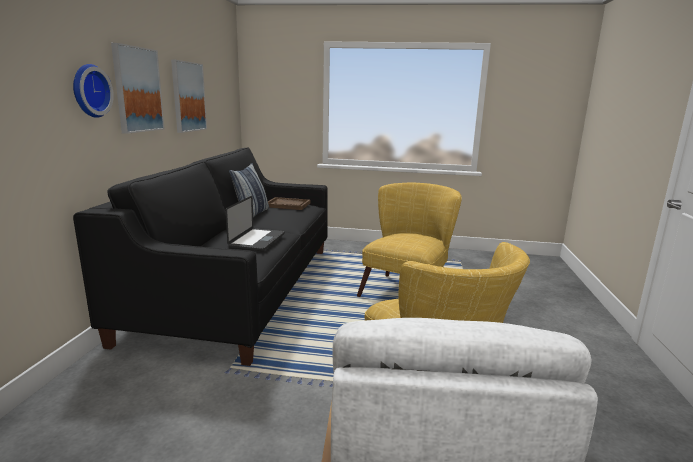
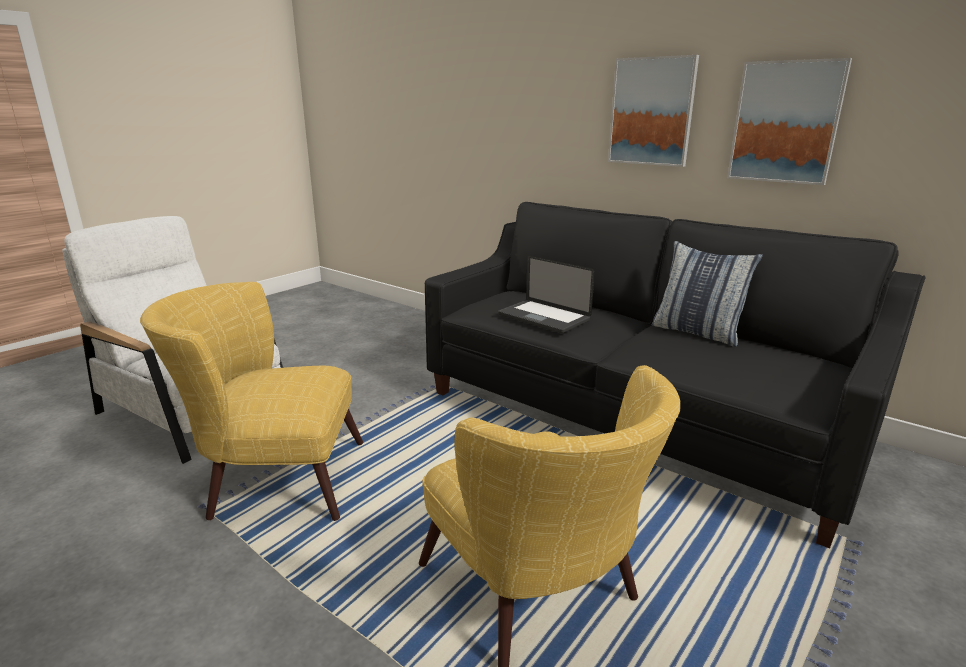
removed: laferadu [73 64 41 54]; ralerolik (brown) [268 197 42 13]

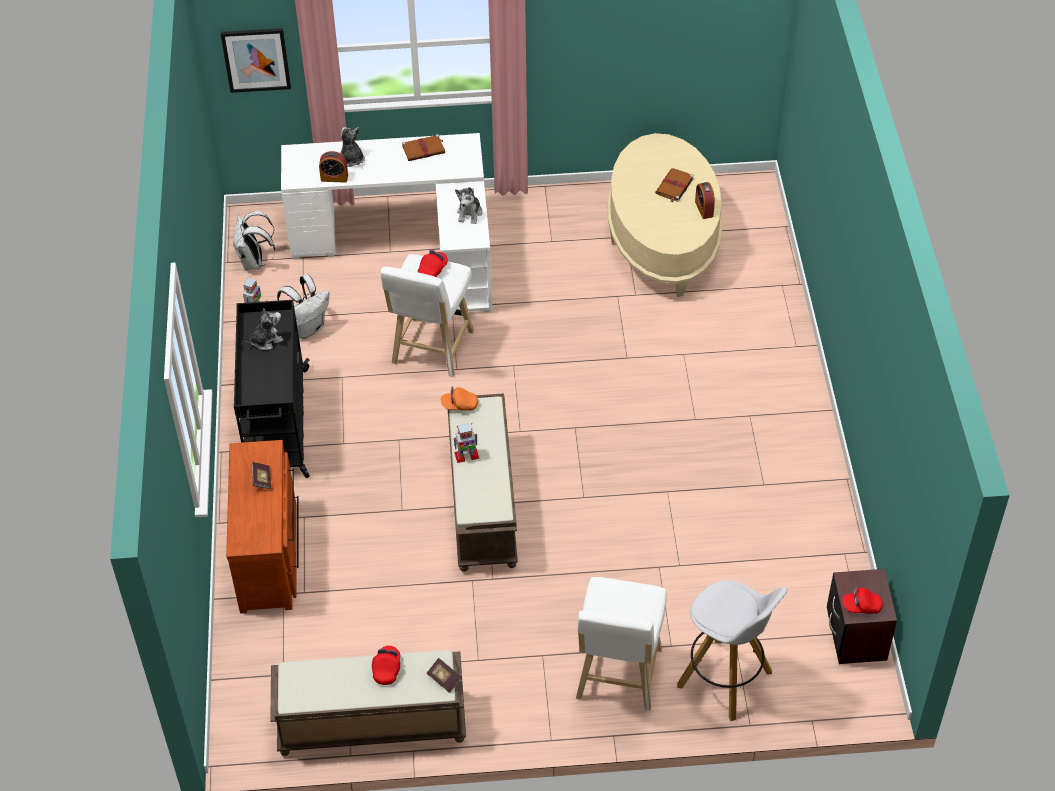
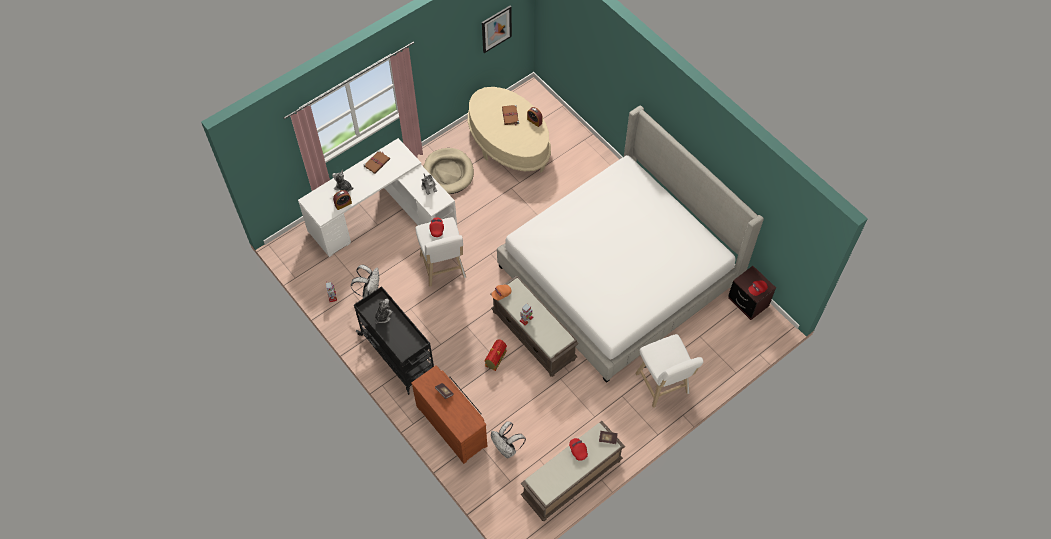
removed: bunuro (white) [677 580 110 141]
added: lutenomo [497 105 267 278]; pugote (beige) [424 148 50 46]; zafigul [484 339 23 32]
moved: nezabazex [221 28 70 65] to [482 6 30 47]; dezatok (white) [233 211 42 59] to [491 421 35 37]

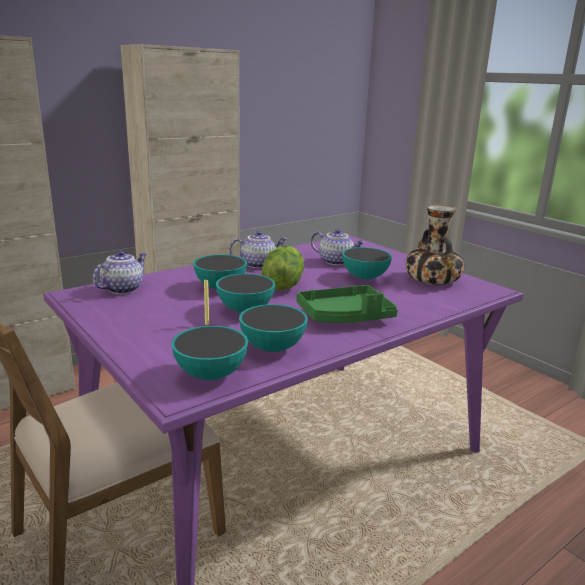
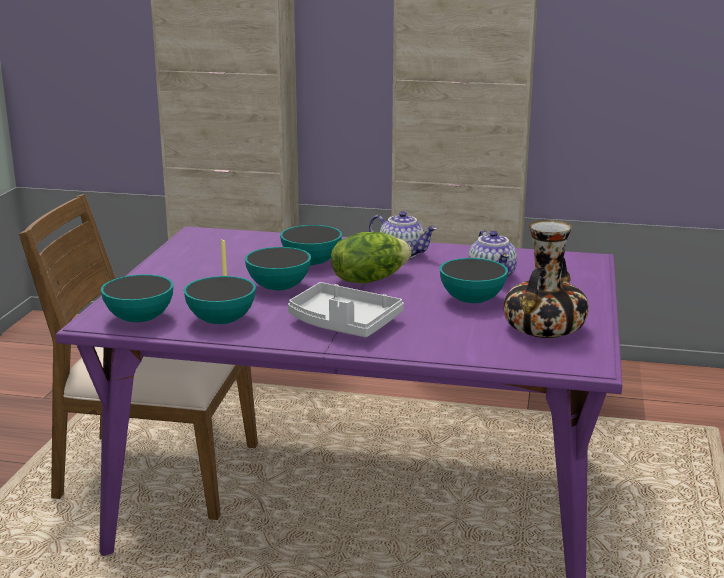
removed: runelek [93 250 54 44]
recoloured: ralerolik (green) [296 285 102 38] to ralerolik (grey) [288 282 116 56]

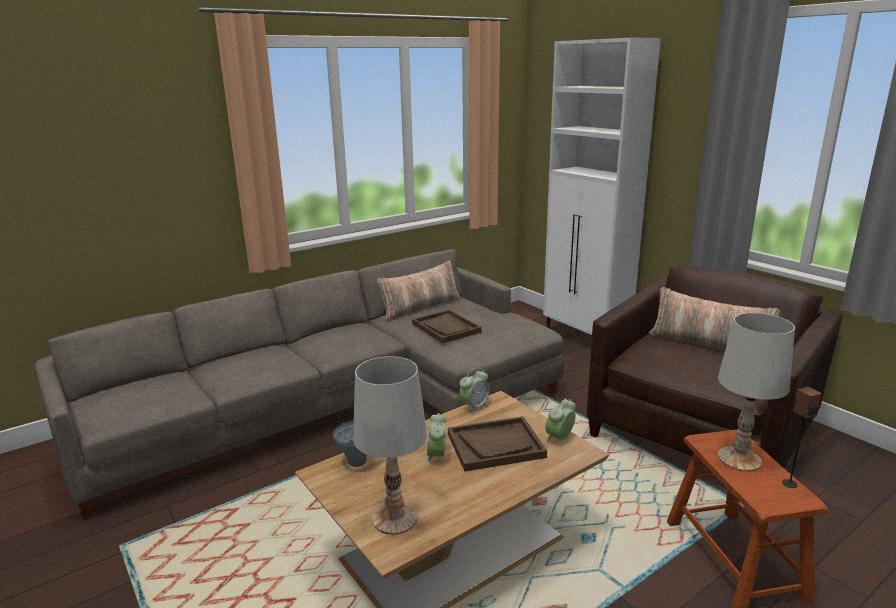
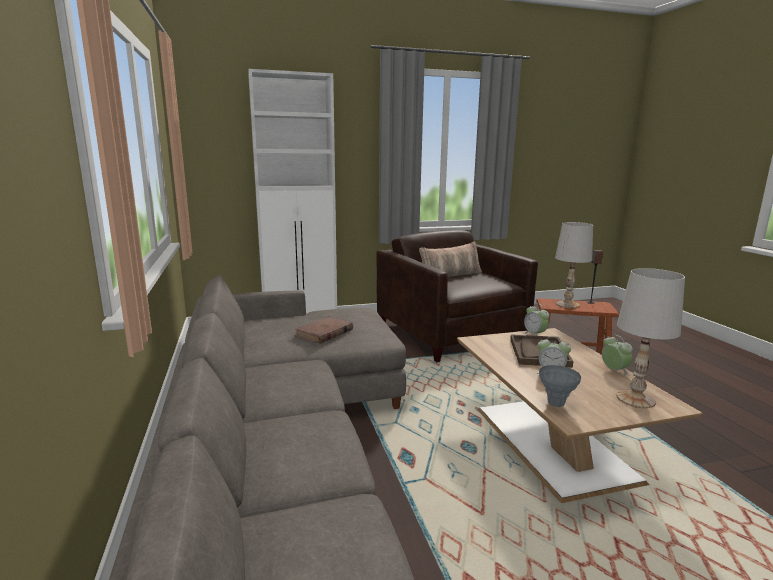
removed: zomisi [377 260 84 62]
moved: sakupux [460 368 30 48] to [602 335 31 40]
replaced: ralerolik (brown) [412 309 70 35] to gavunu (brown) [294 316 59 28]

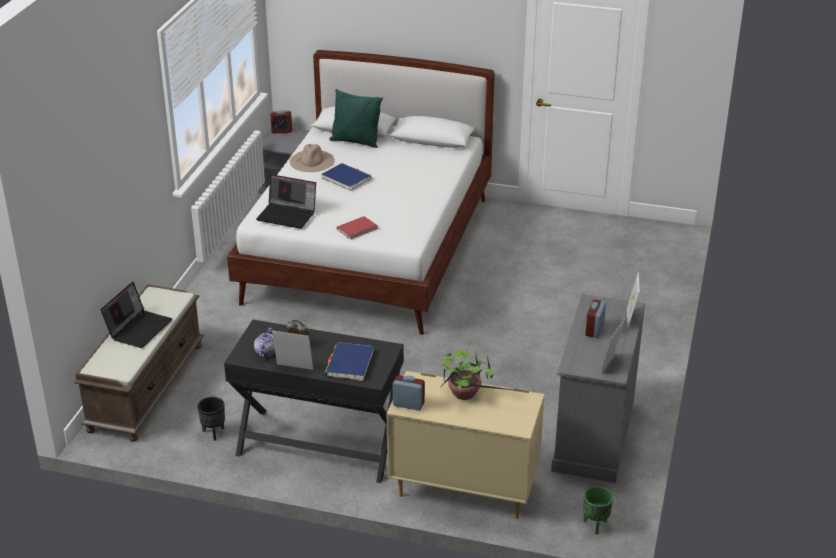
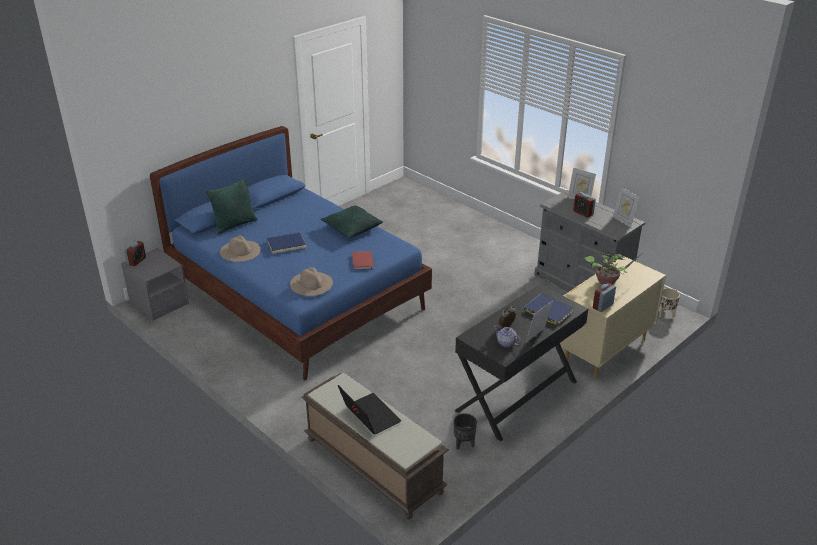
added: zomisi (green) [321 205 62 33]
replaced: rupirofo [256 174 60 55] to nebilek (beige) [290 267 43 29]
recoloured: lutenomo (white) [227 50 268 285] to lutenomo (blue) [150 126 282 254]; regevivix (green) [583 486 30 48] to regevivix (beige) [659 288 21 30]

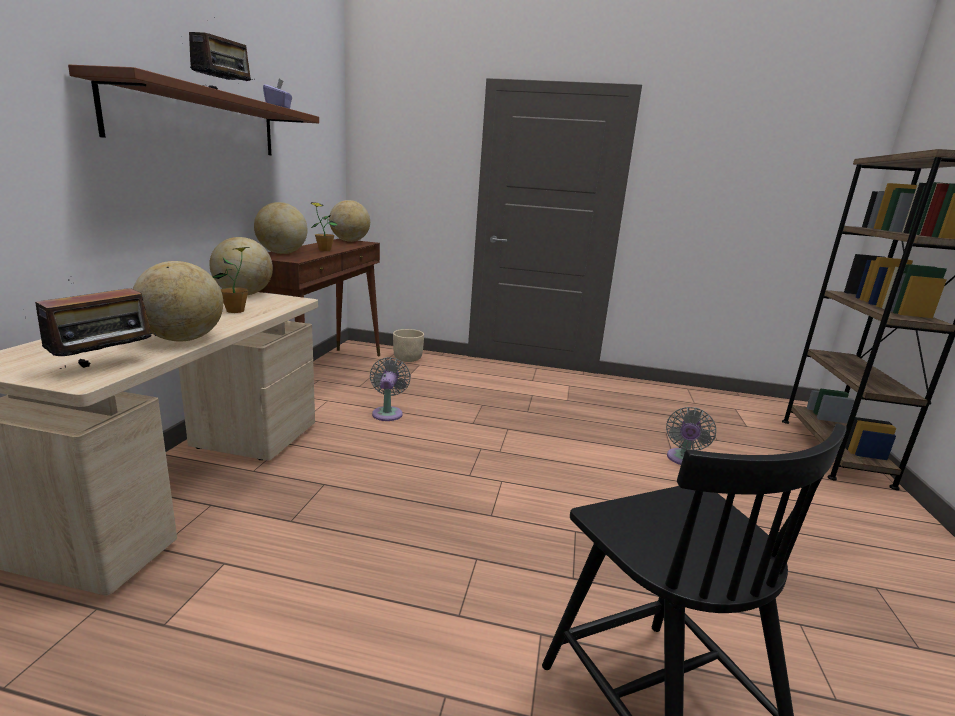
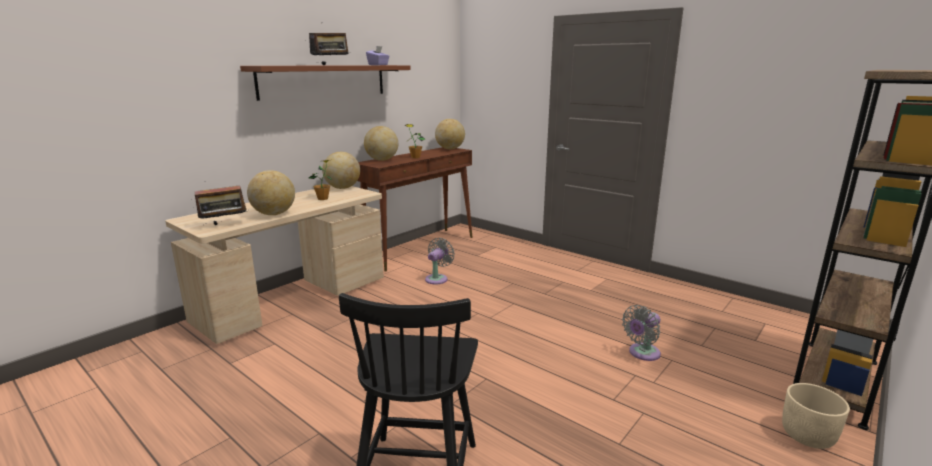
moved: regevivix (beige) [393 329 31 33] to [782 383 68 66]

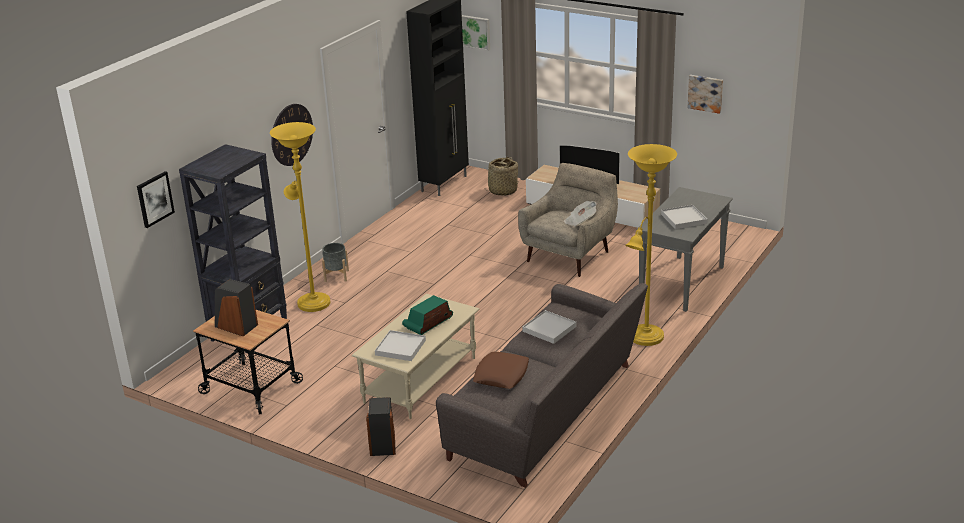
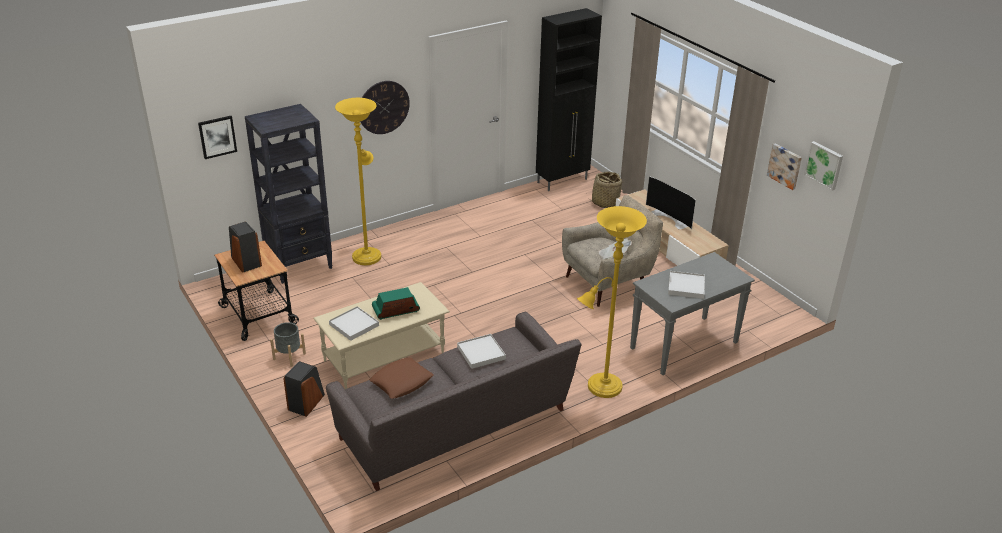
moved: nezabazex [462 15 28 36] to [804 141 39 49]; regevivix (grey) [322 243 27 39] to [270 322 36 45]

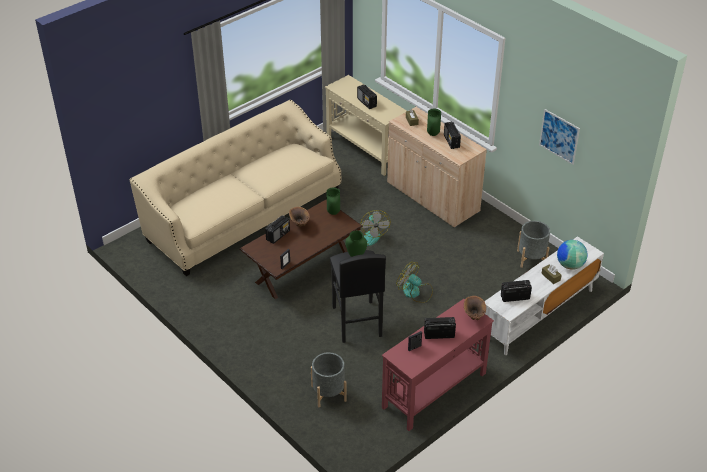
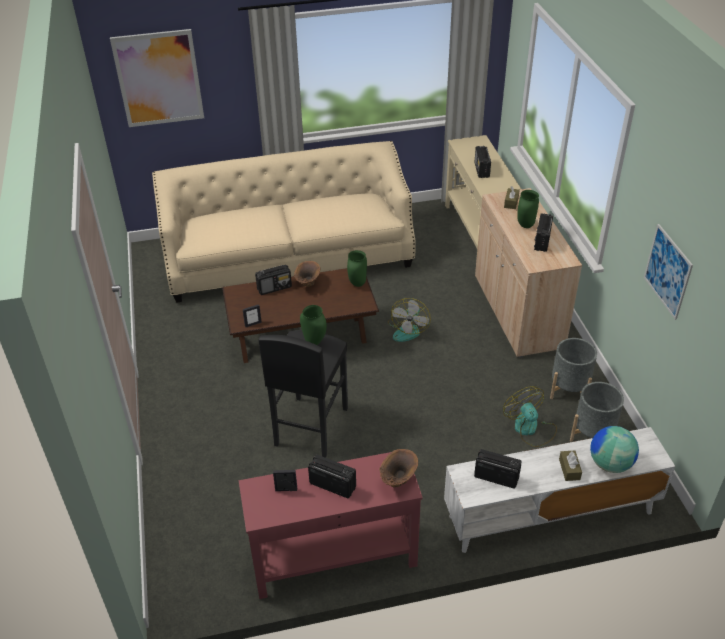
added: nezabazex [110 29 94 98]
moved: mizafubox [396 262 37 41] to [503 386 54 61]; regevivix (grey) [311 352 36 55] to [550 338 47 61]

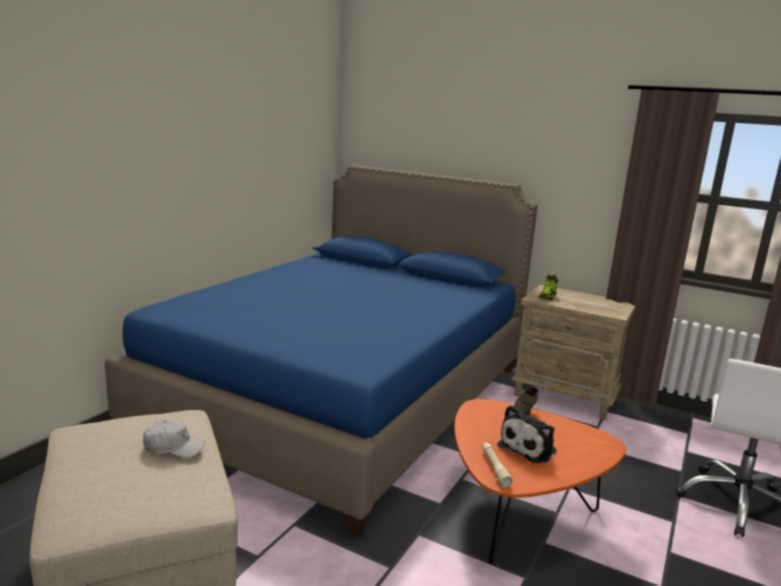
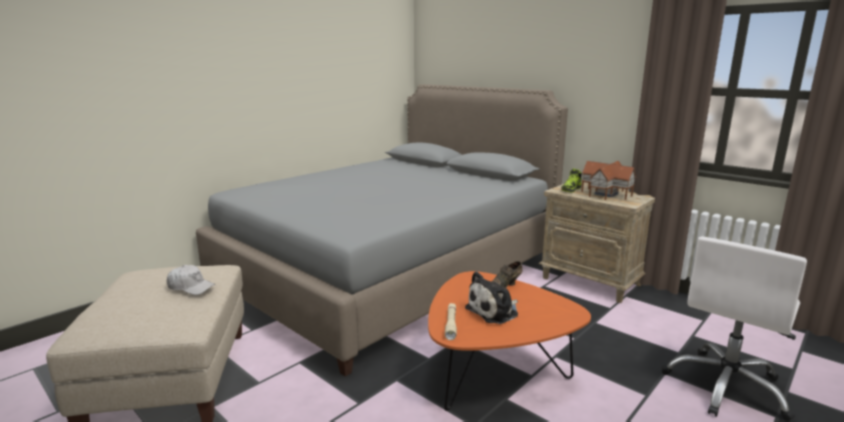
added: zafigul [581 161 56 39]
recoloured: lutenomo (blue) [105 165 433 372] to lutenomo (grey) [196 84 372 293]

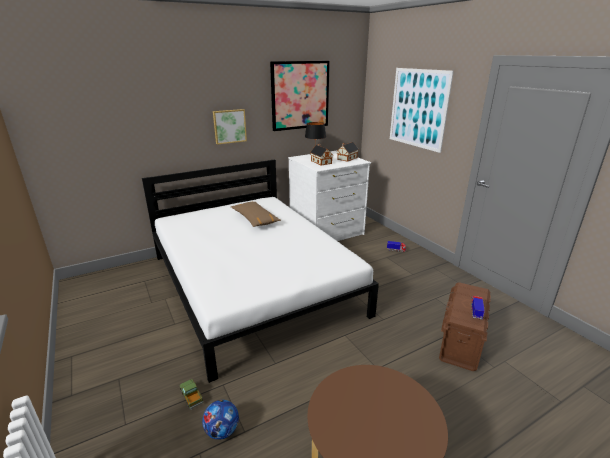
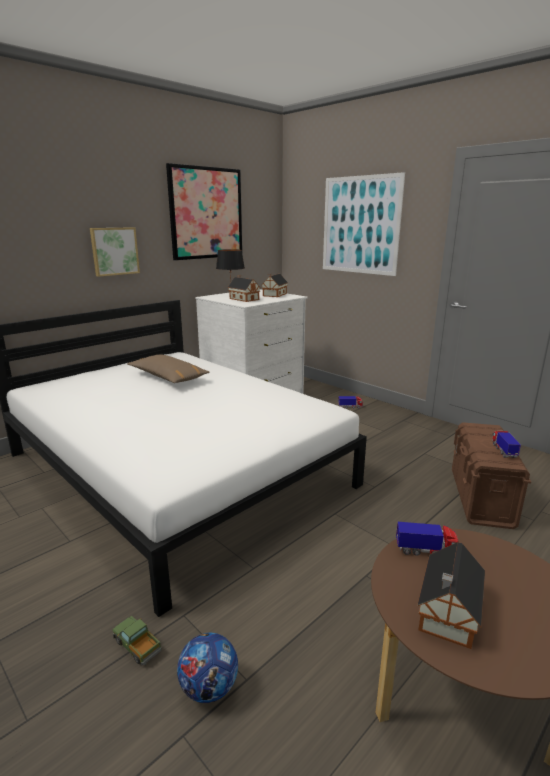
added: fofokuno [396 522 63 34]; zafigul [417 542 68 107]

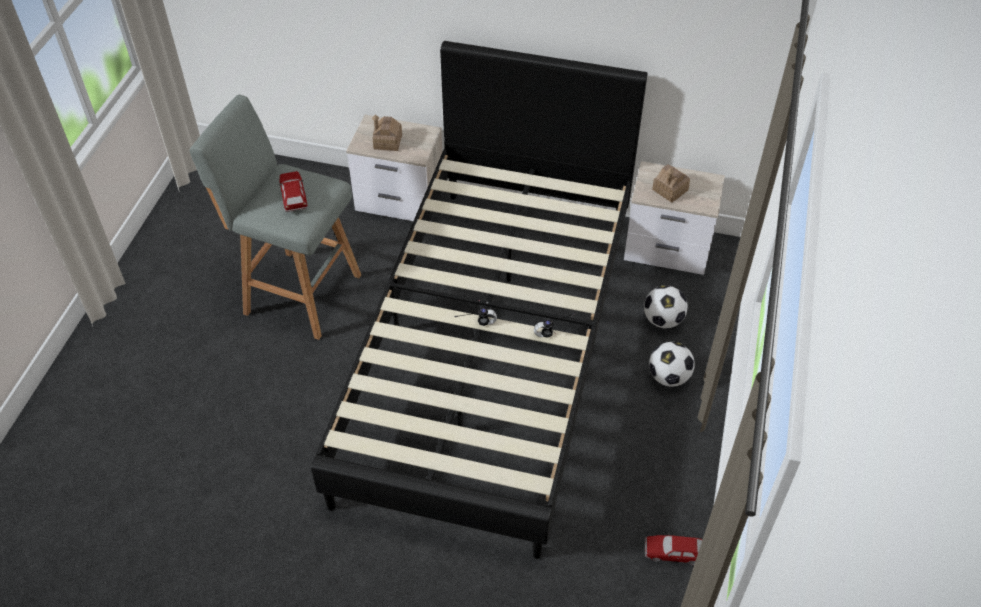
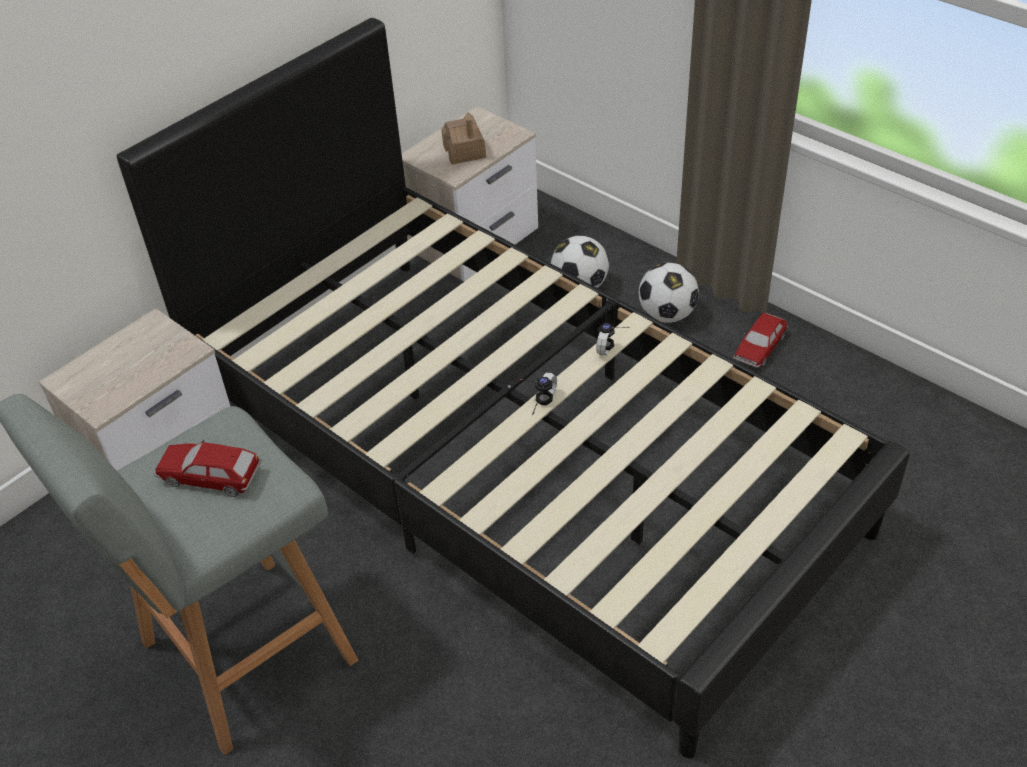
removed: zafigul [372 115 30 36]
moved: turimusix [645 533 57 32] to [733 313 55 55]

